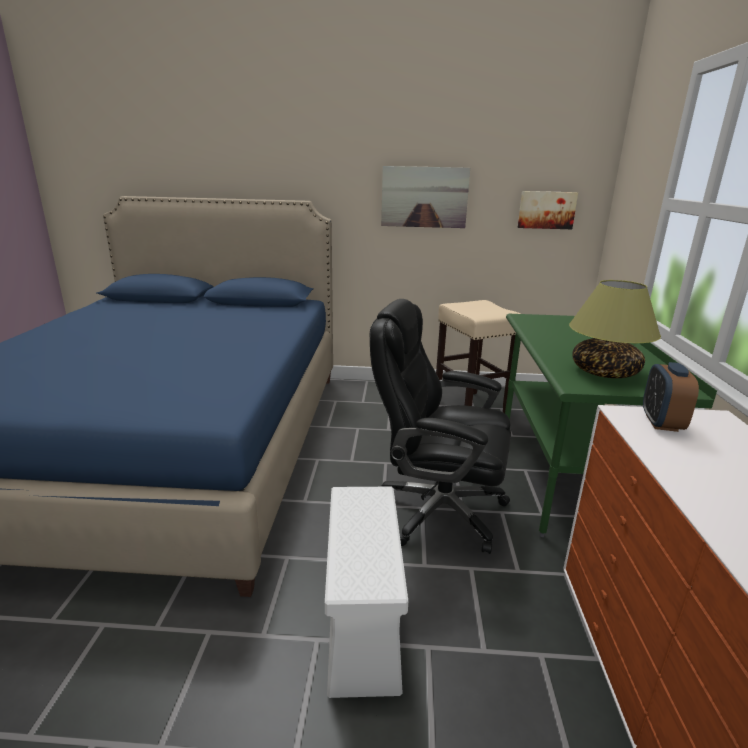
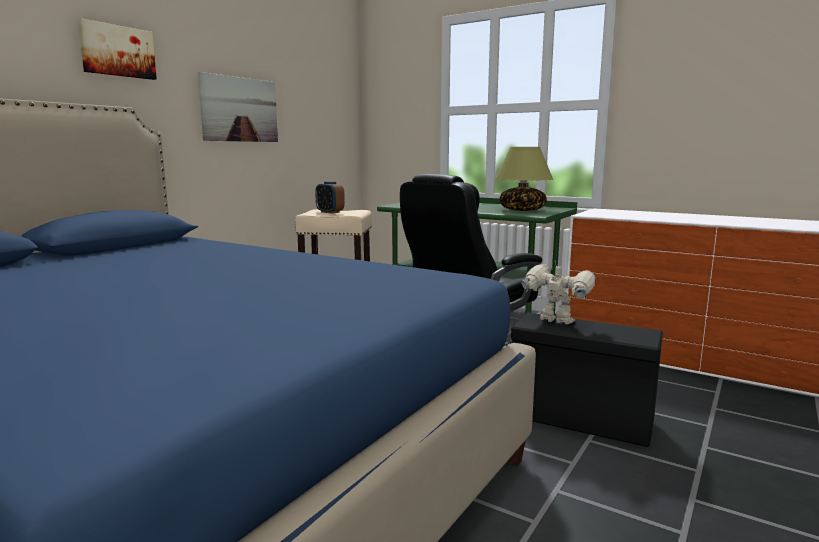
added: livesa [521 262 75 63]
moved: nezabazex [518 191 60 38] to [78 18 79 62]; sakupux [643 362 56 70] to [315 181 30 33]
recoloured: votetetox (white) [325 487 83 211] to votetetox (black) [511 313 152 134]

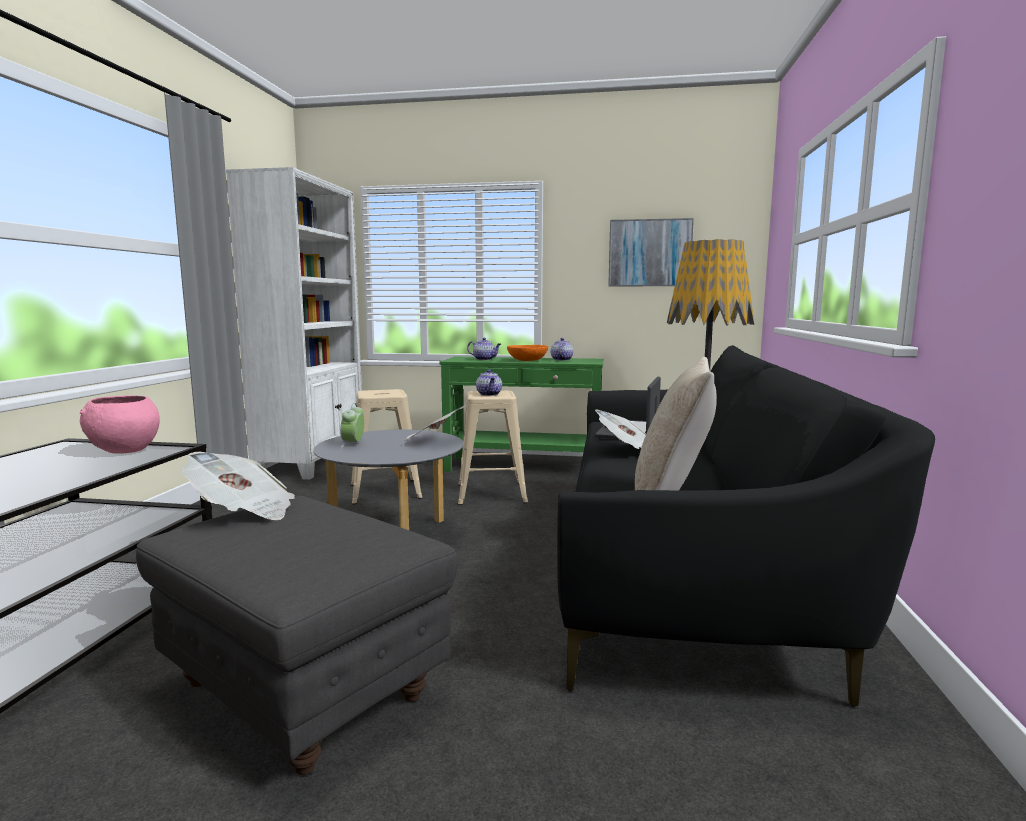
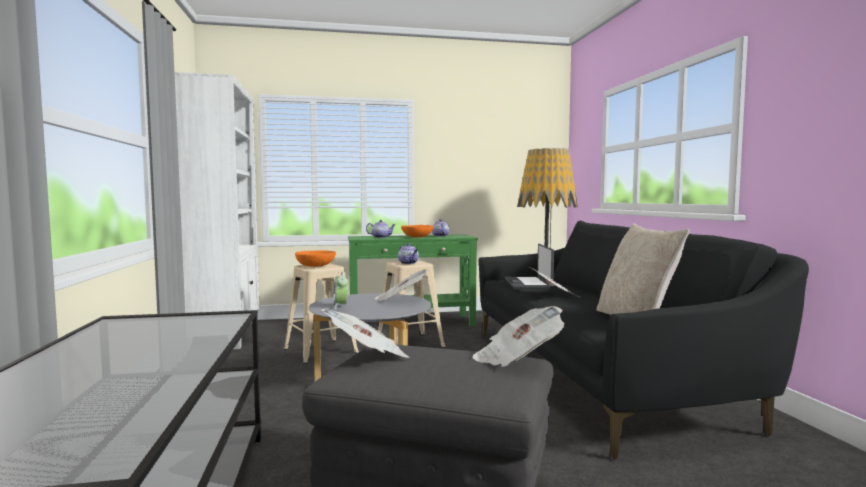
removed: nezabazex [608 218 86 69]; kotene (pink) [80 395 80 59]
added: kotene (orange) [295 250 41 17]; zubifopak [473 306 91 61]

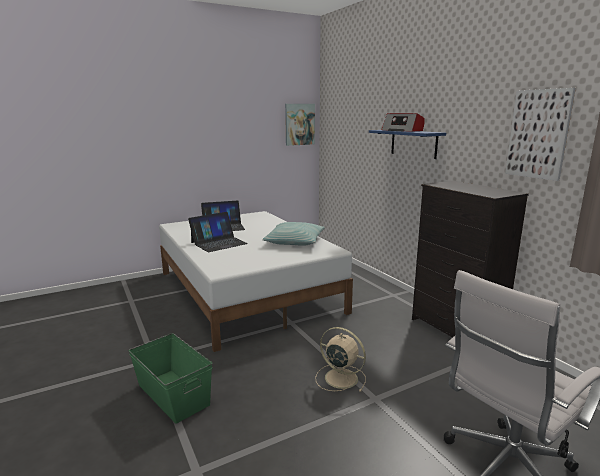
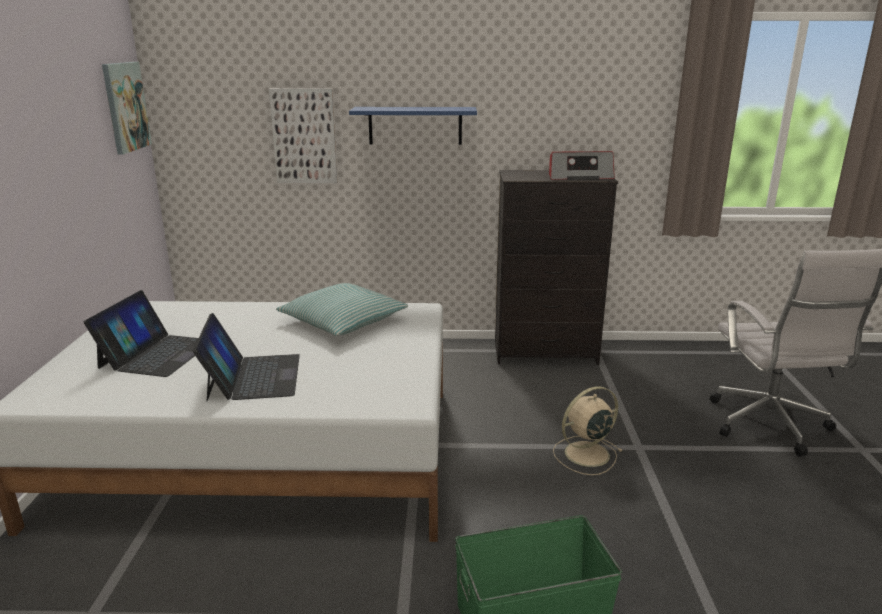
moved: nezabazex [505 88 71 93] to [269 89 68 94]; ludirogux [381 113 44 19] to [549 151 66 29]

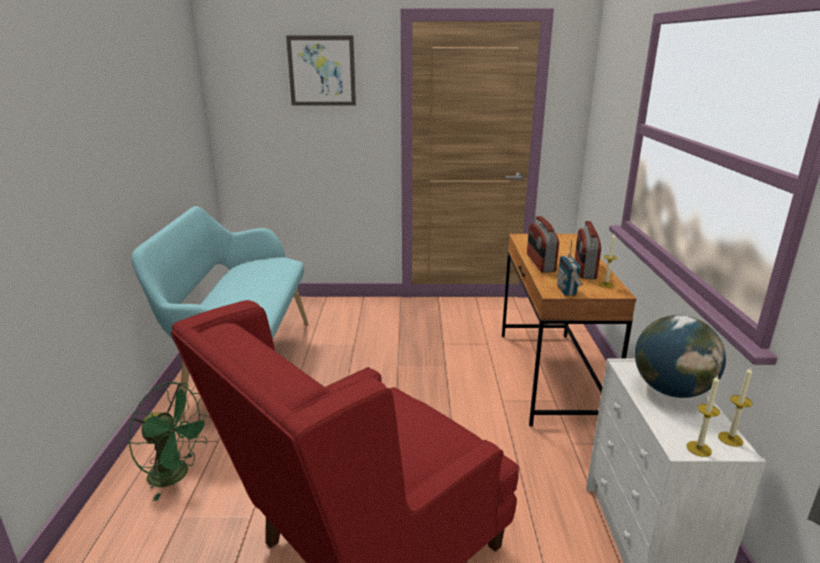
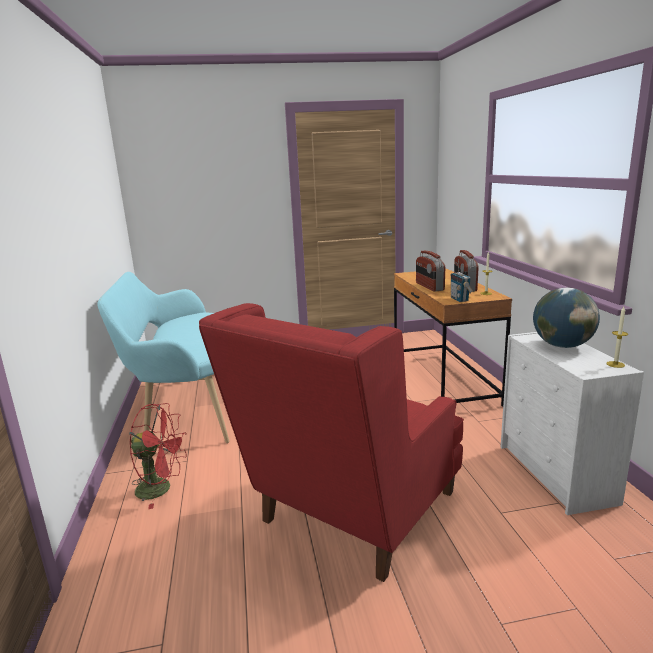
removed: nezabazex [286 36 70 70]; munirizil [686 375 34 82]
recoloured: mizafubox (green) [129 382 82 119] to mizafubox (red) [129 403 58 106]

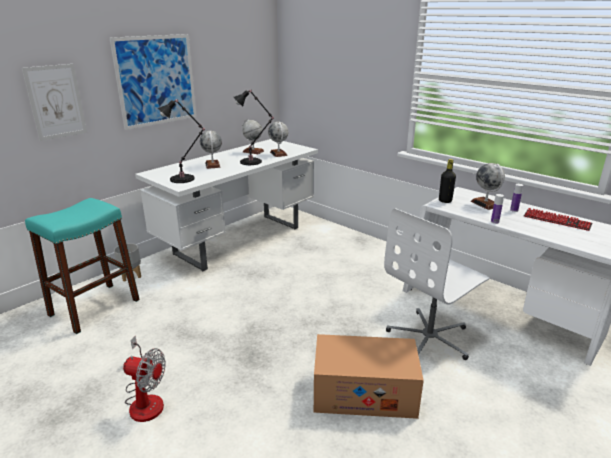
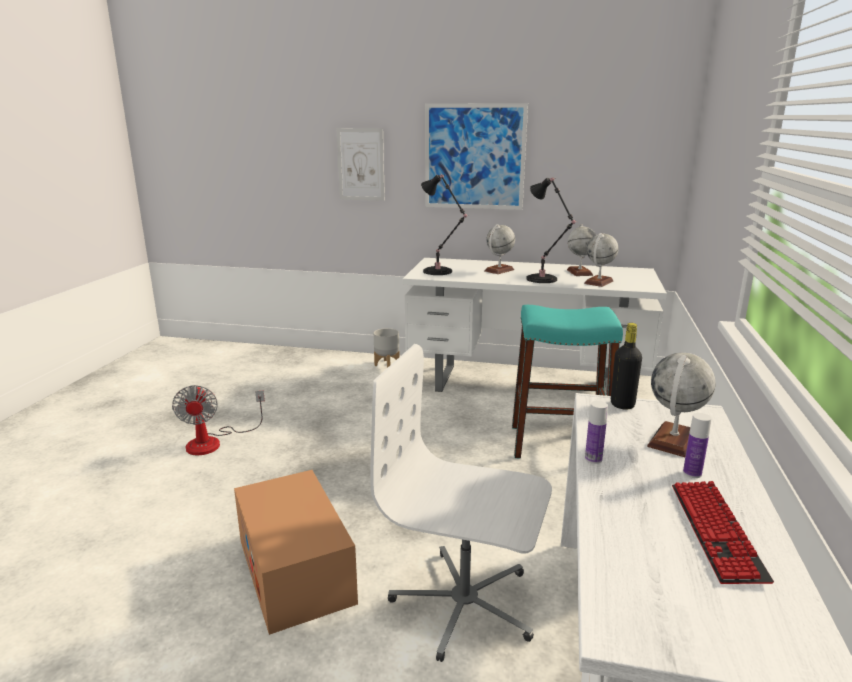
moved: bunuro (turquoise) [25 198 115 136] to [512 305 111 154]

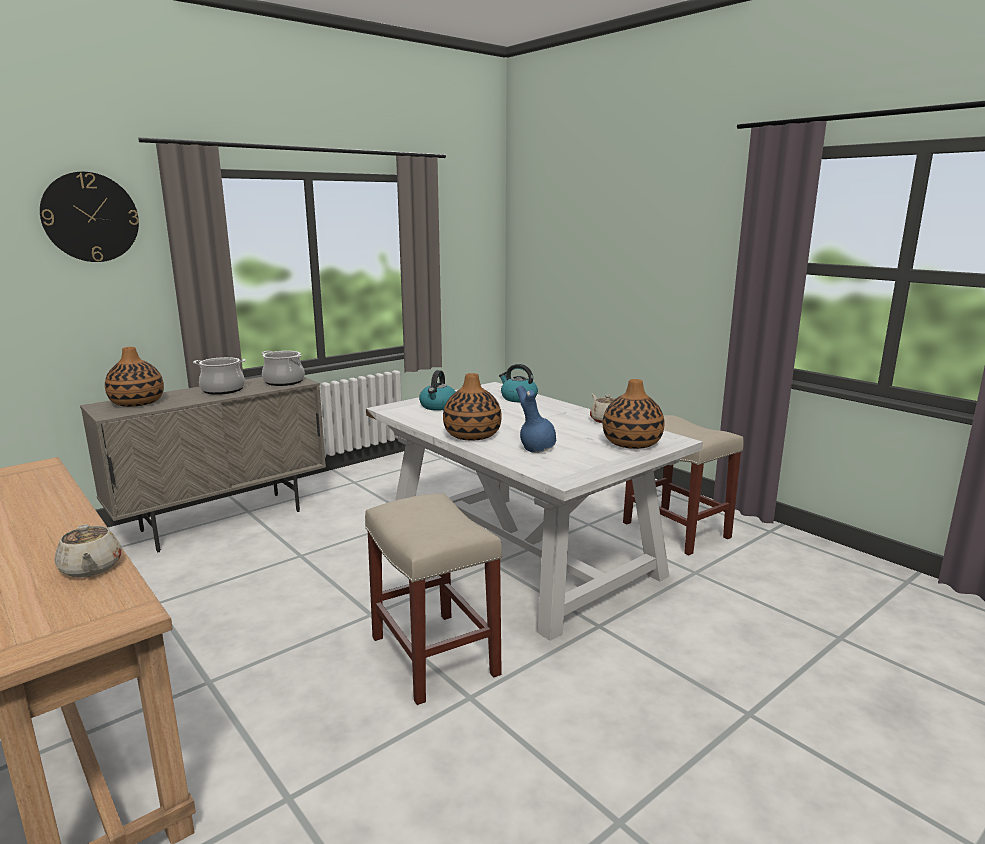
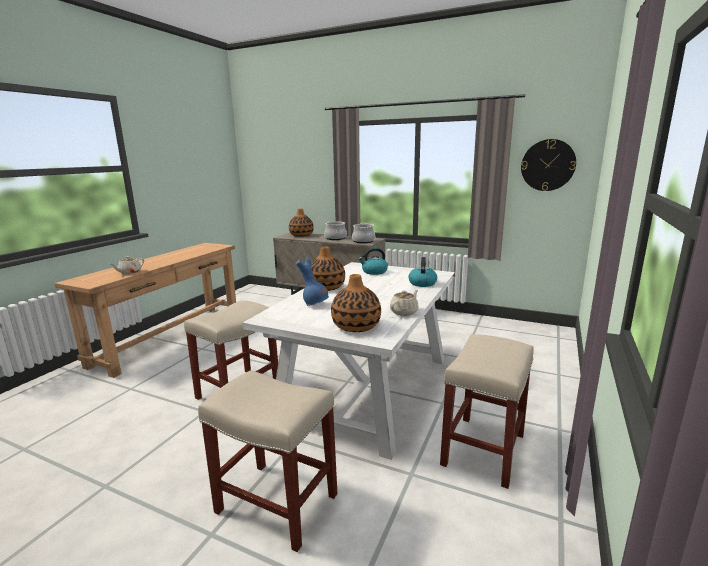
added: bunuro (beige) [198 370 140 182]
moved: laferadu [40 172 99 90] to [521 139 55 52]

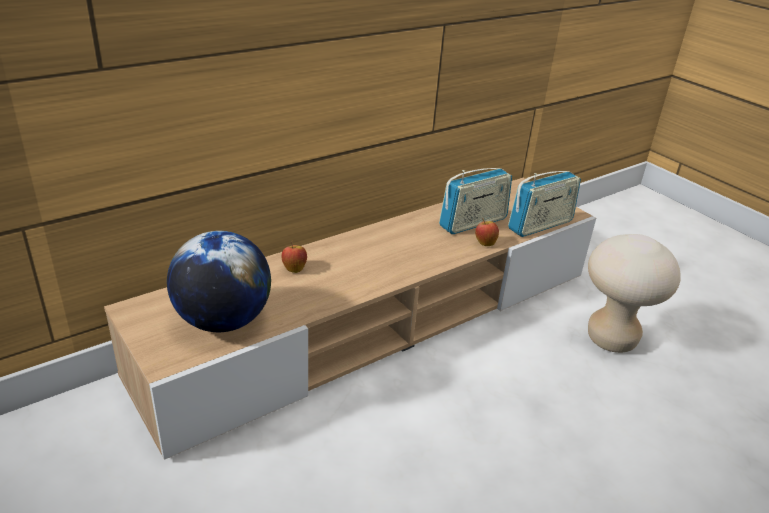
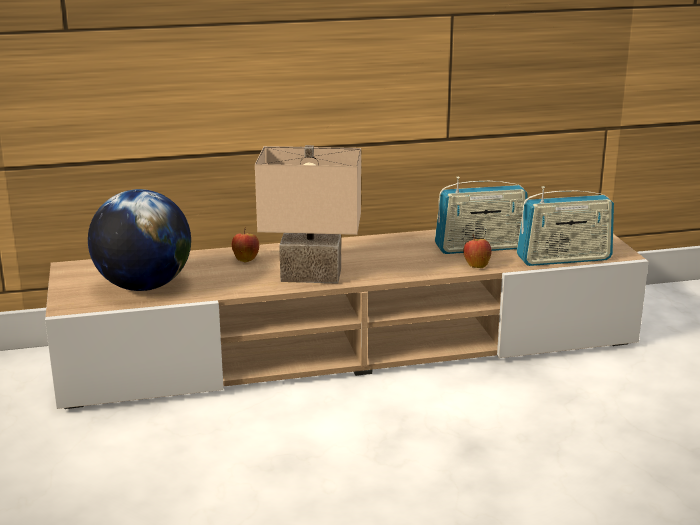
removed: bunuro (beige) [588 234 93 119]
added: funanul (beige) [255 145 106 139]

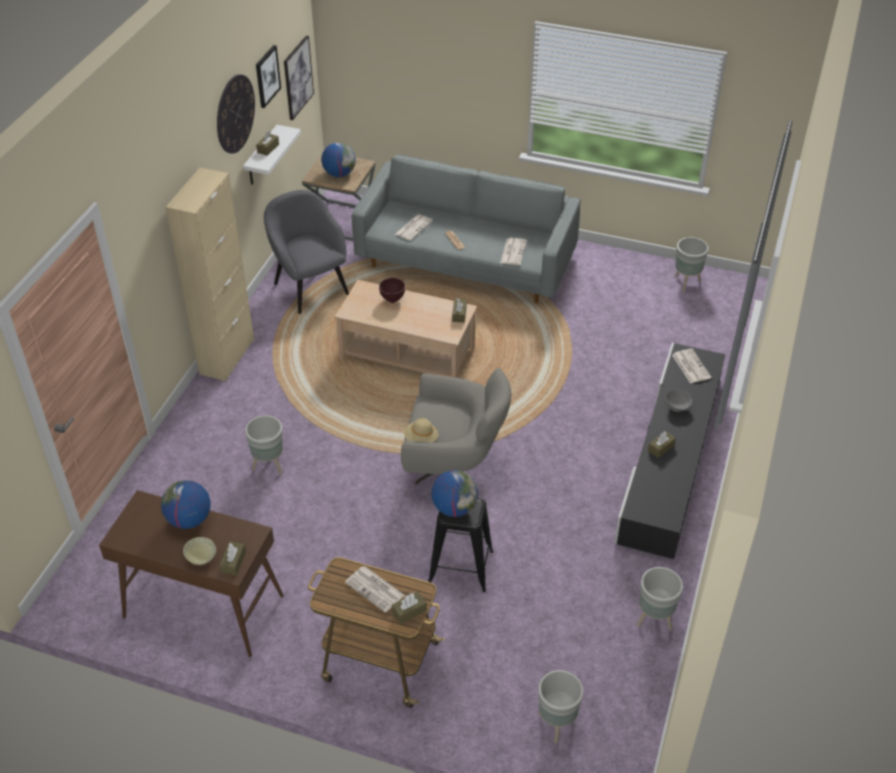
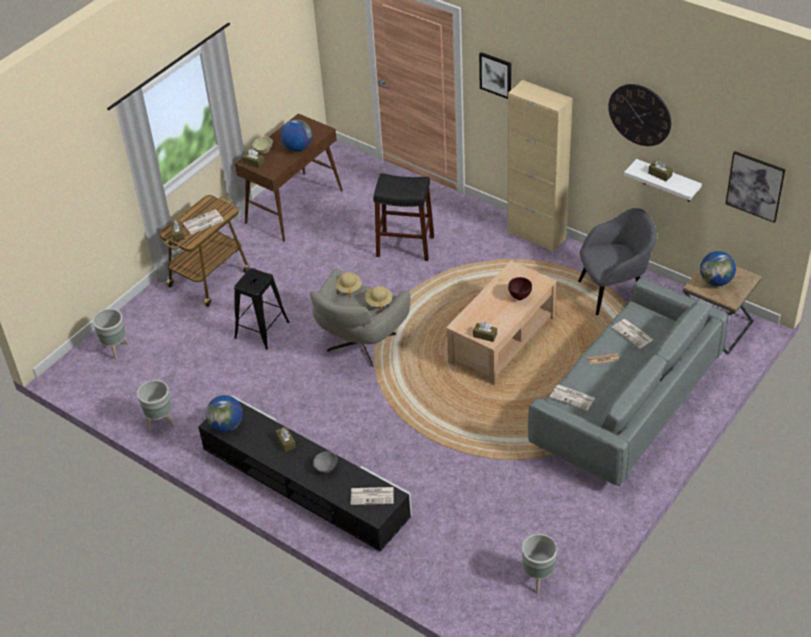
added: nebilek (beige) [365 286 27 25]
moved: nezabazex [256 45 25 63] to [479 52 32 47]; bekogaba [432 470 46 47] to [206 395 37 37]
replaced: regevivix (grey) [245 415 38 59] to bunuro (black) [373 173 61 88]

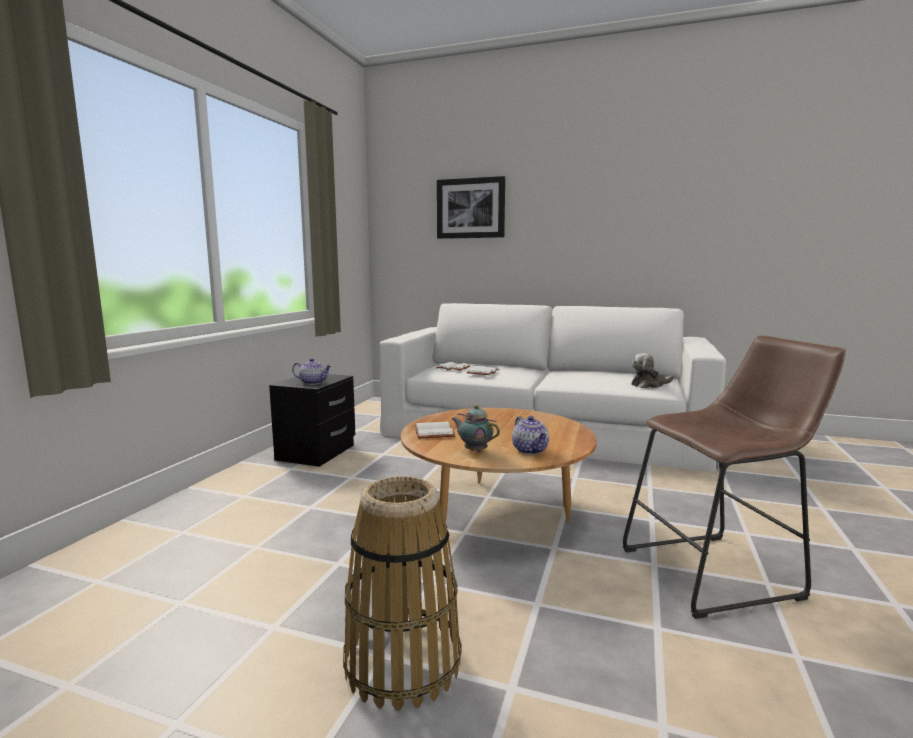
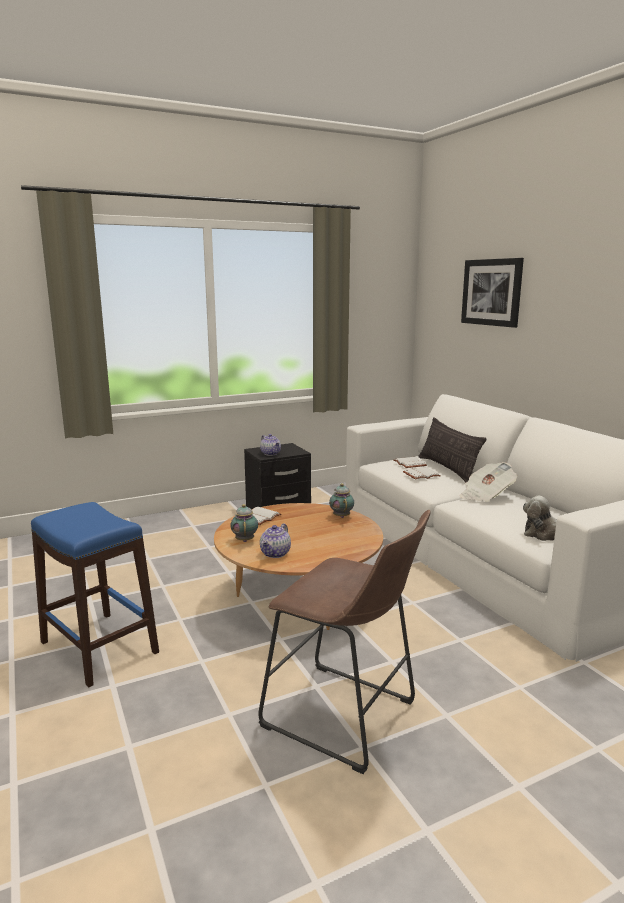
added: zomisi [419 417 67 66]; zubifopak [460 462 57 40]; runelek [329 483 25 35]
replaced: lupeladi [343 476 119 235] to bunuro (blue) [31 502 128 186]

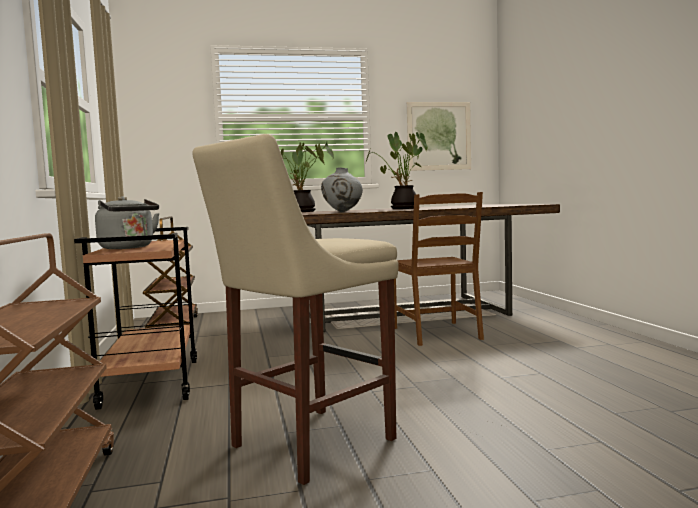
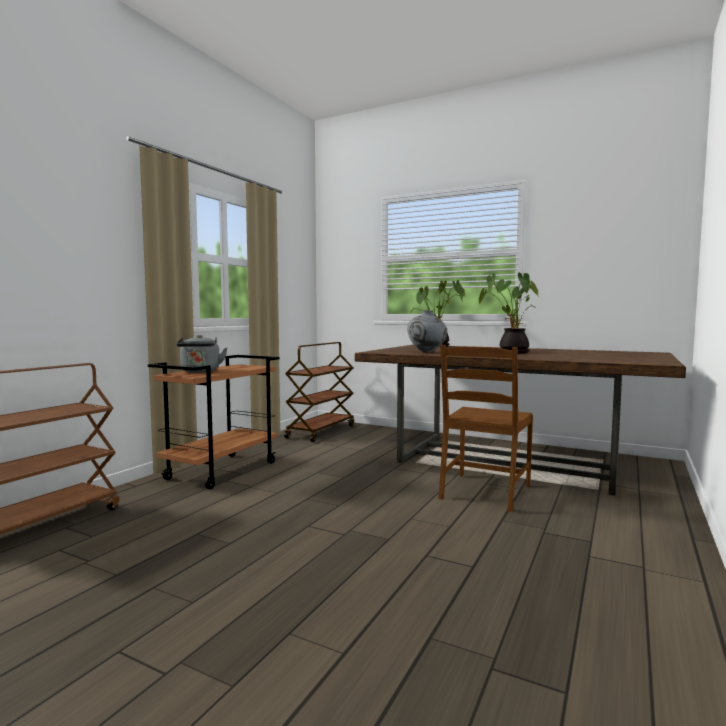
removed: nezabazex [407 102 64 69]; bunuro (beige) [192 134 207 351]

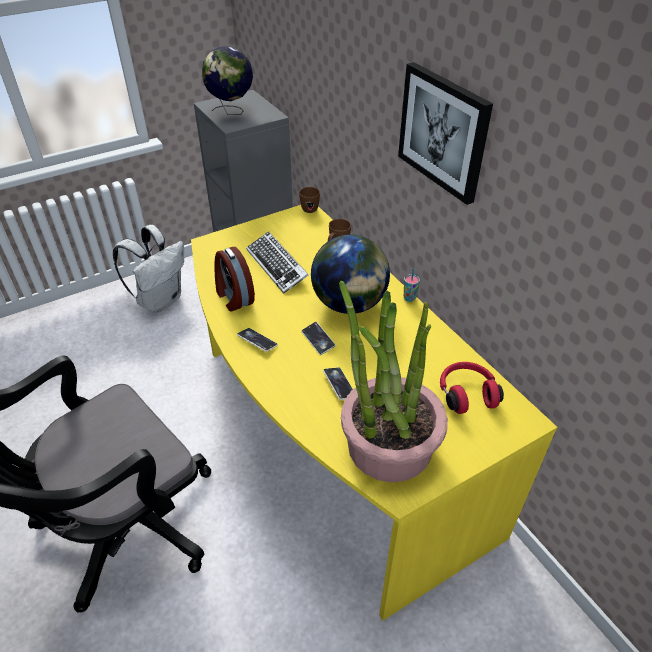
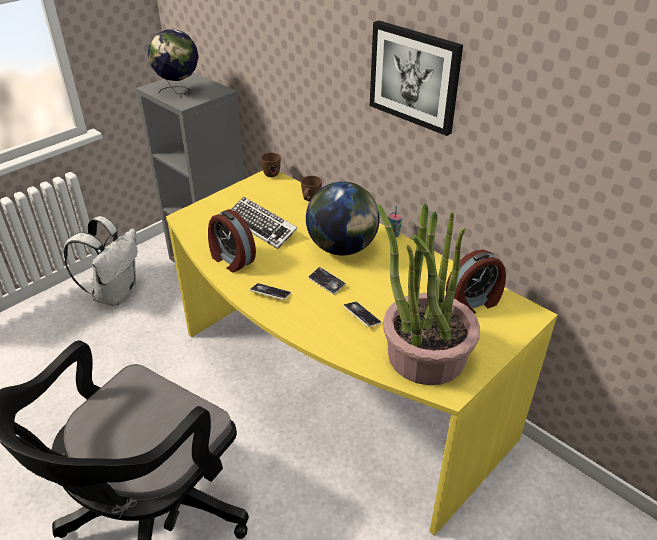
replaced: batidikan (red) [440 362 64 52] to sakupux [446 250 60 64]

